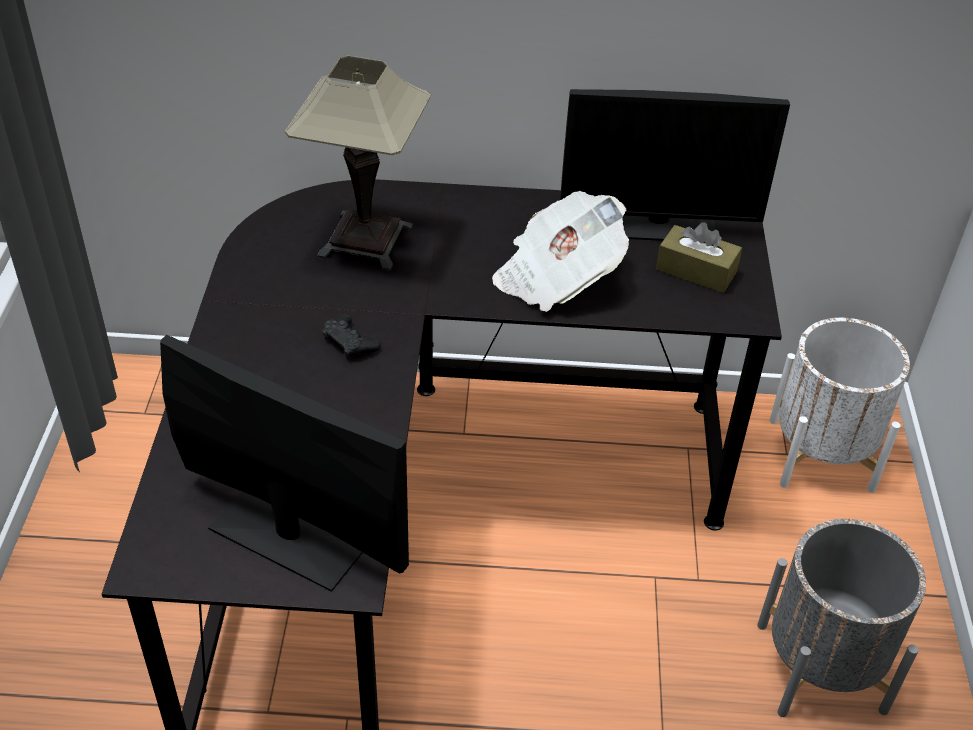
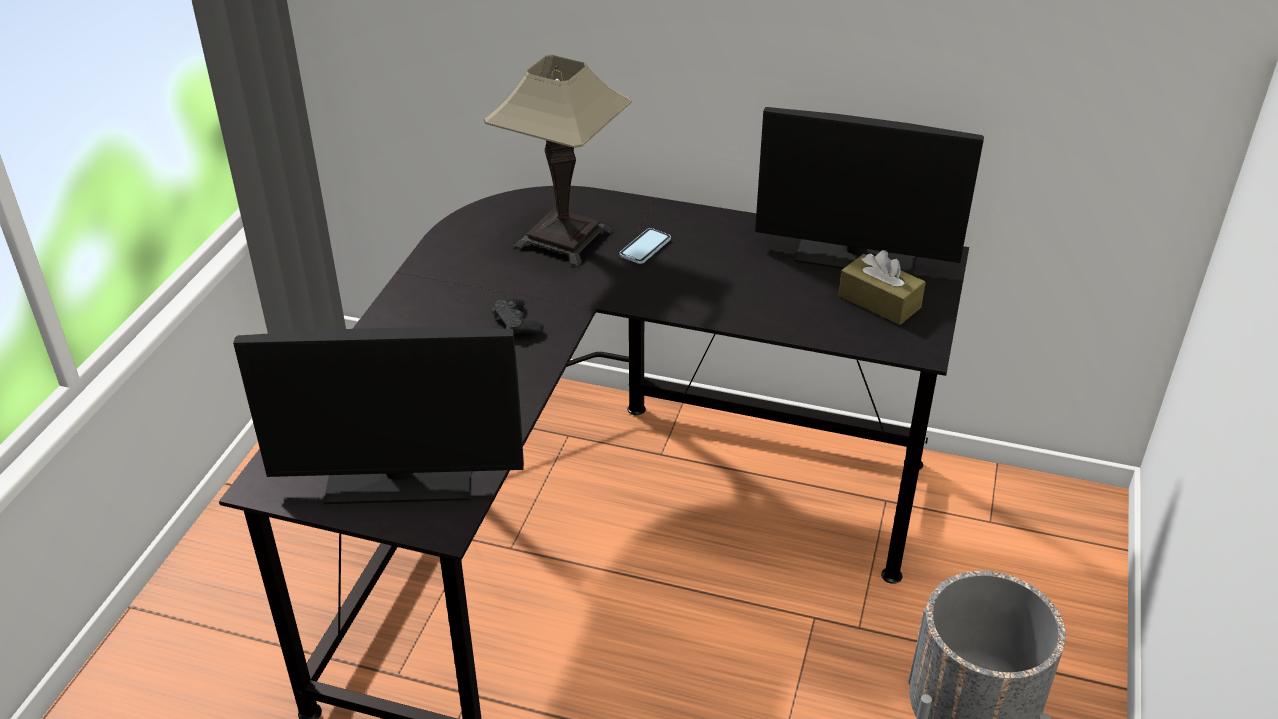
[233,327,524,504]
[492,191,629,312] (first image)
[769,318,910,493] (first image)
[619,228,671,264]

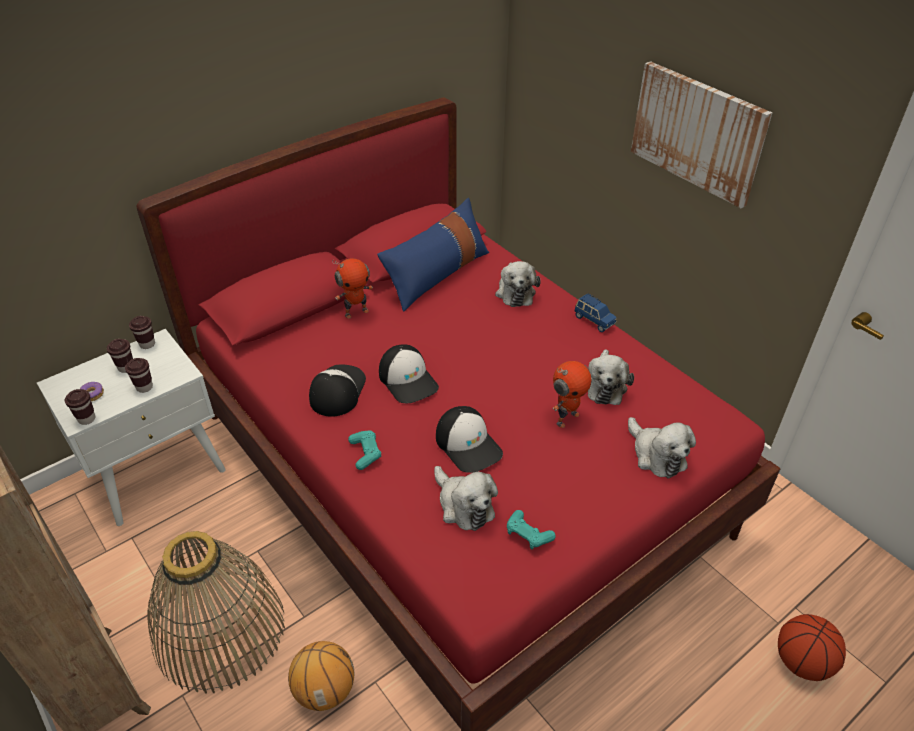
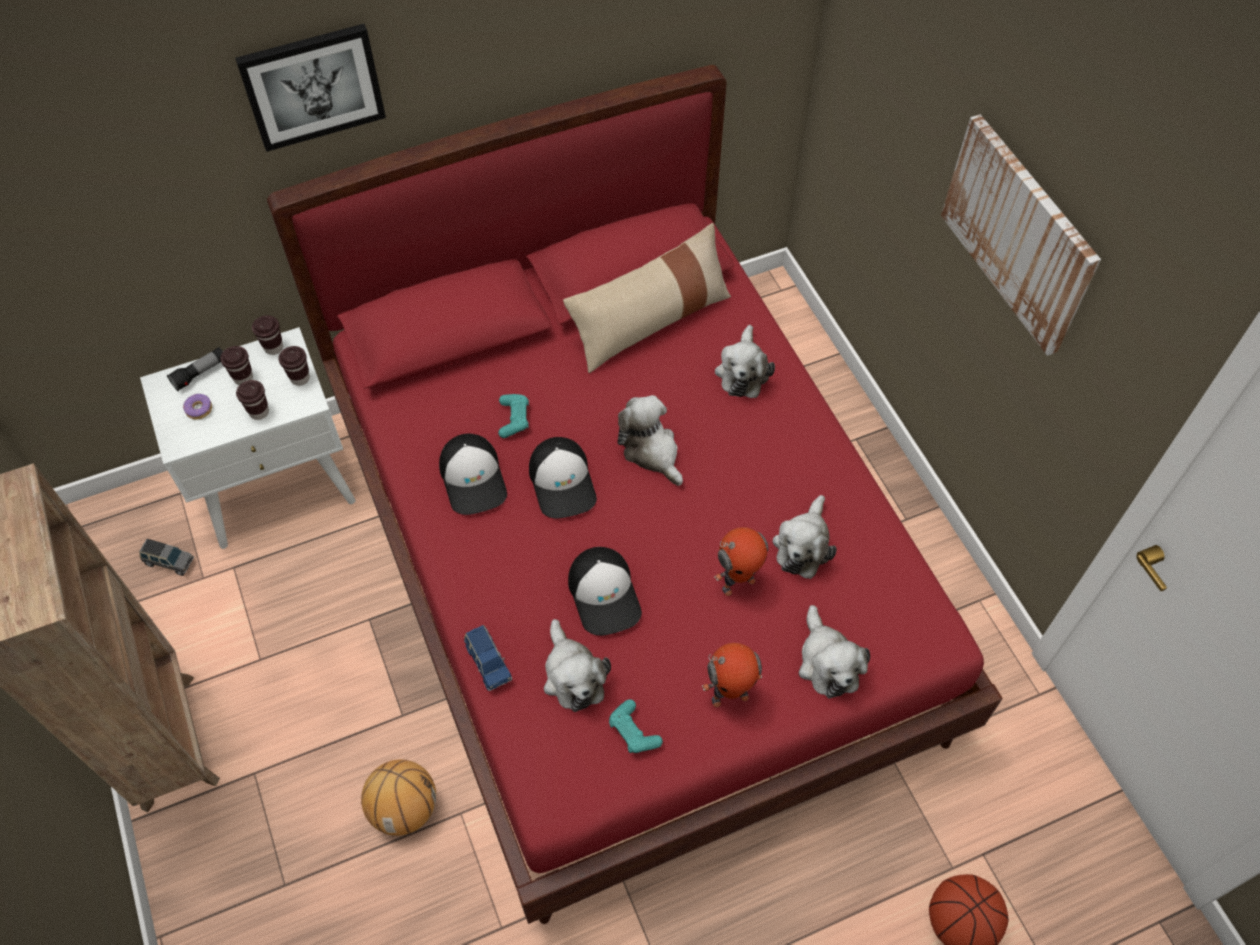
[279,346,310,386]
[148,531,285,694] (first image)
[439,434,507,515]
[702,643,762,707]
[498,394,529,438]
[563,223,731,373]
[464,625,512,691]
[139,539,194,576]
[167,347,223,391]
[235,24,386,152]
[618,395,683,486]

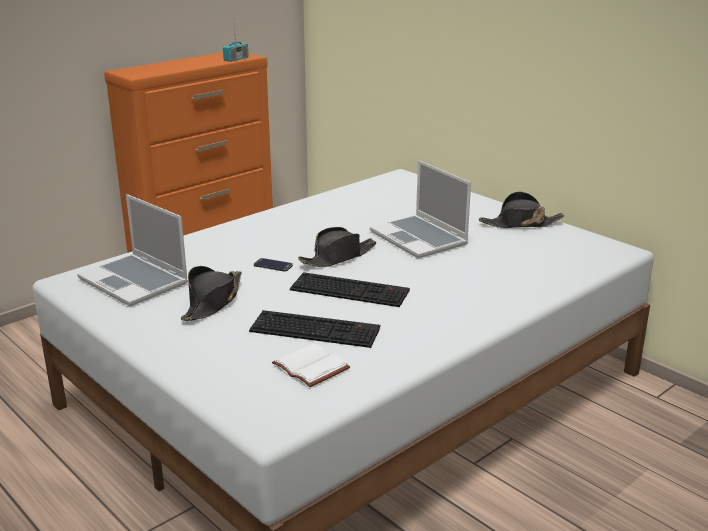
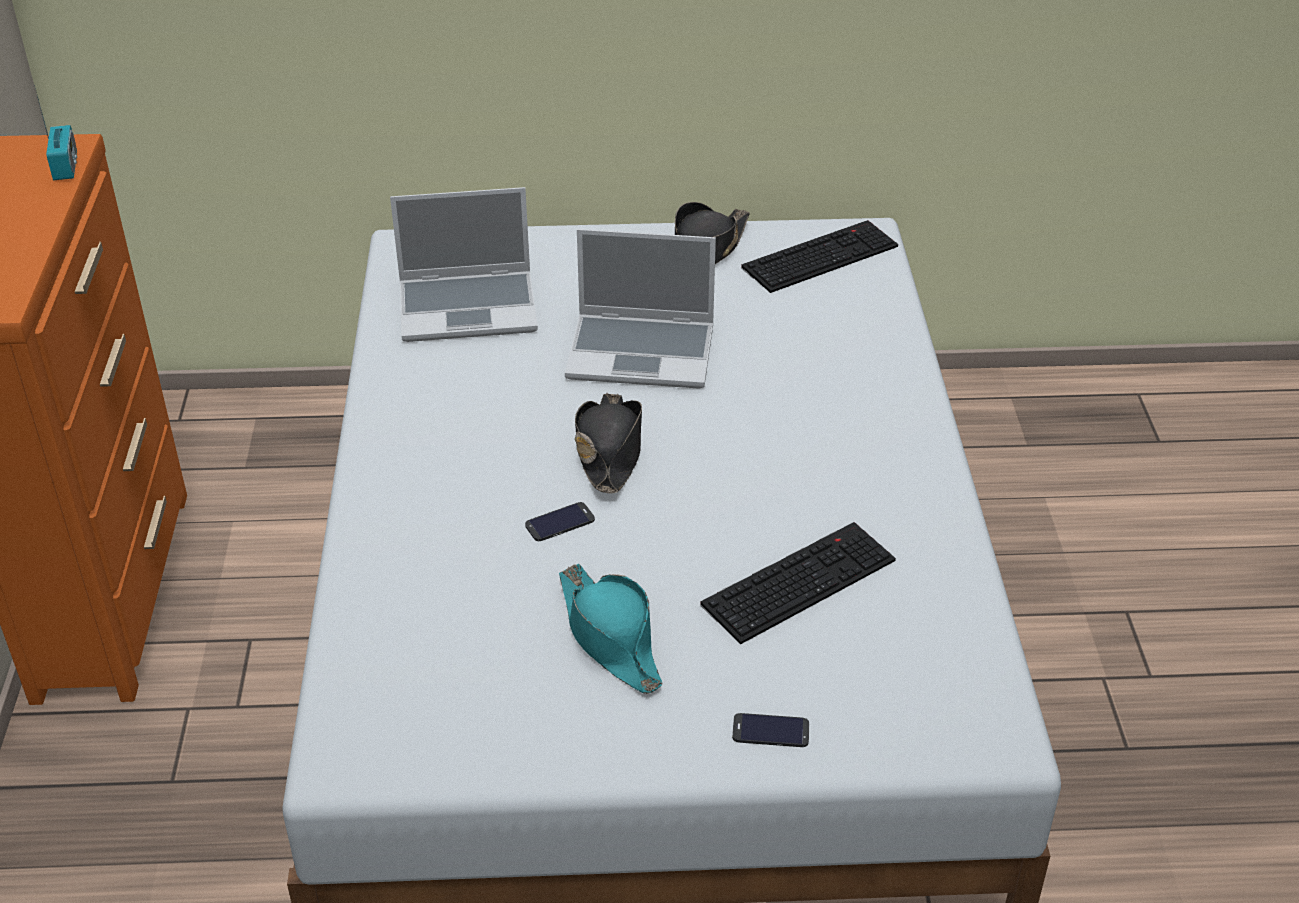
[390,187,538,342]
[559,564,662,694]
[272,343,350,387] (first image)
[741,220,898,293]
[732,713,809,747]

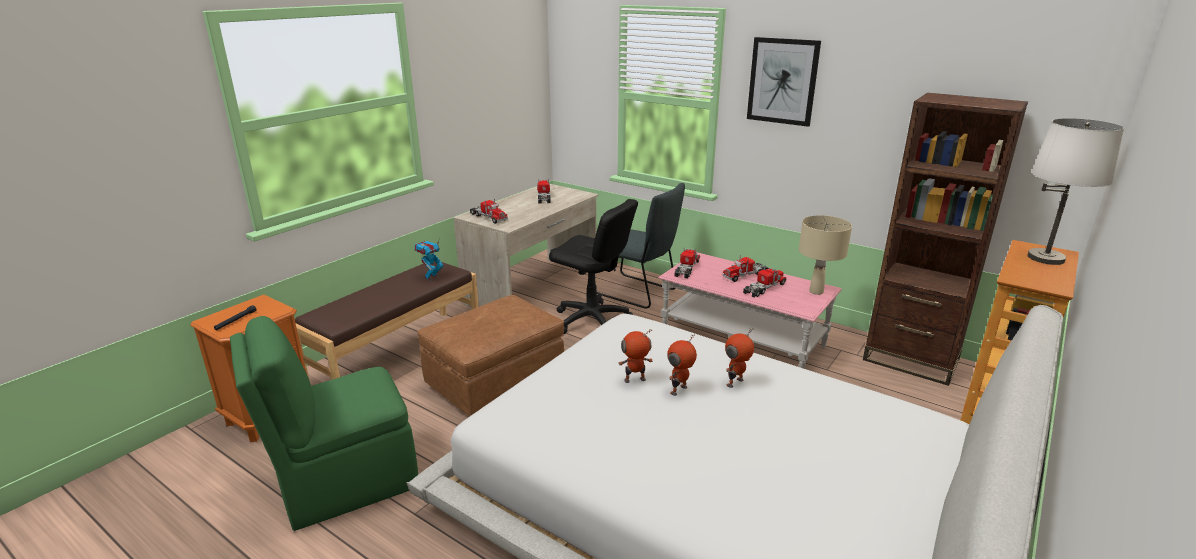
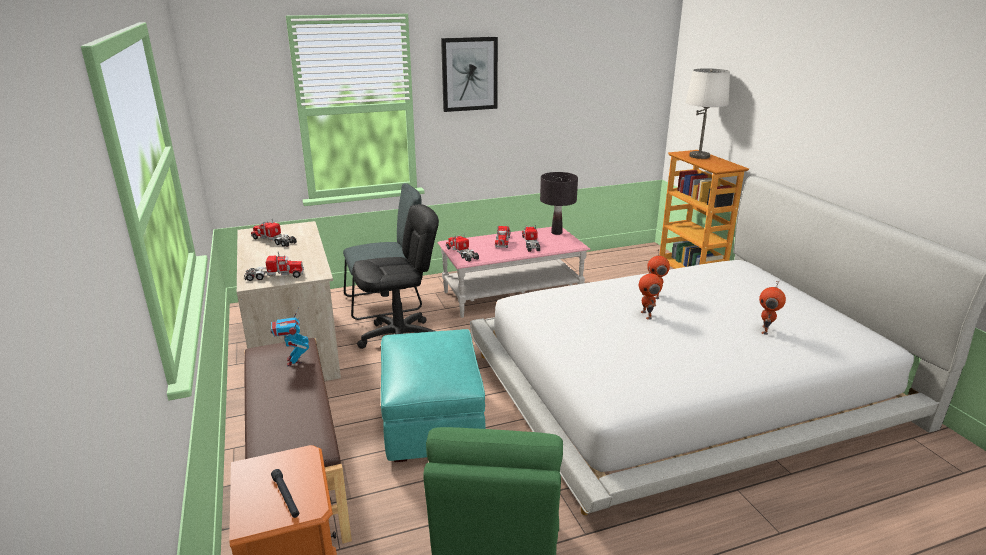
[381,329,485,462]
[759,281,786,335]
[540,172,578,235]
[863,93,1028,386] (first image)

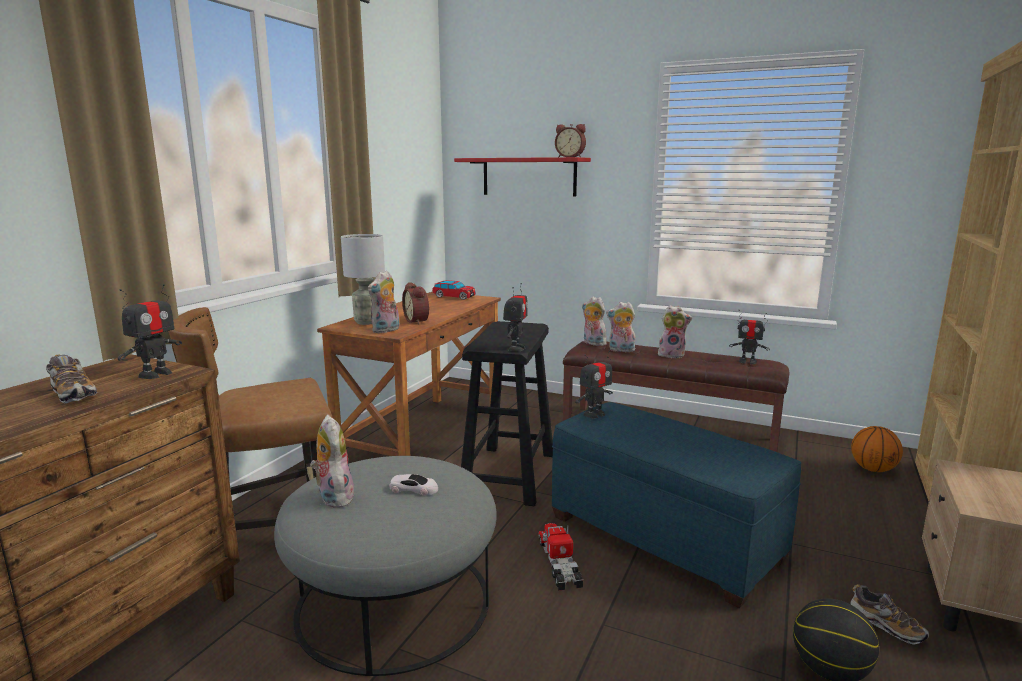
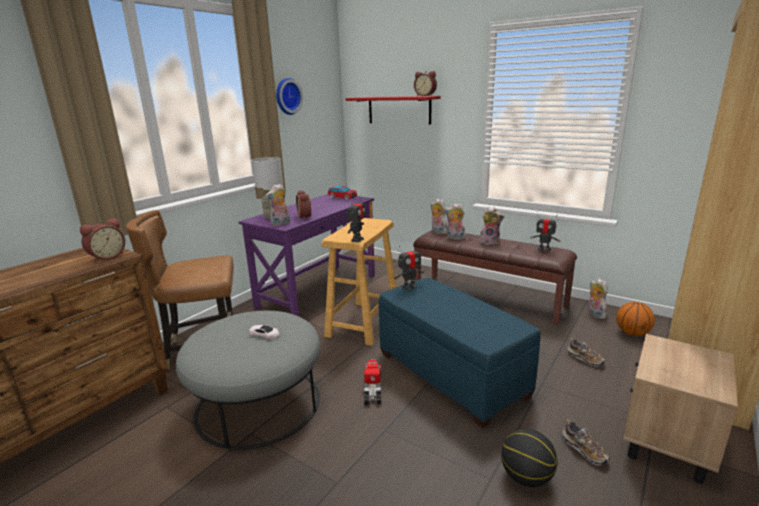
[567,338,605,367]
[80,218,125,262]
[588,279,608,319]
[239,194,375,316]
[322,218,397,346]
[276,78,303,115]

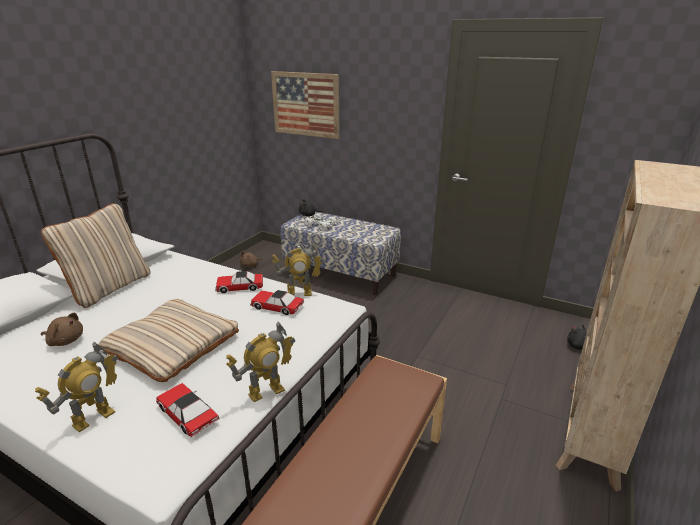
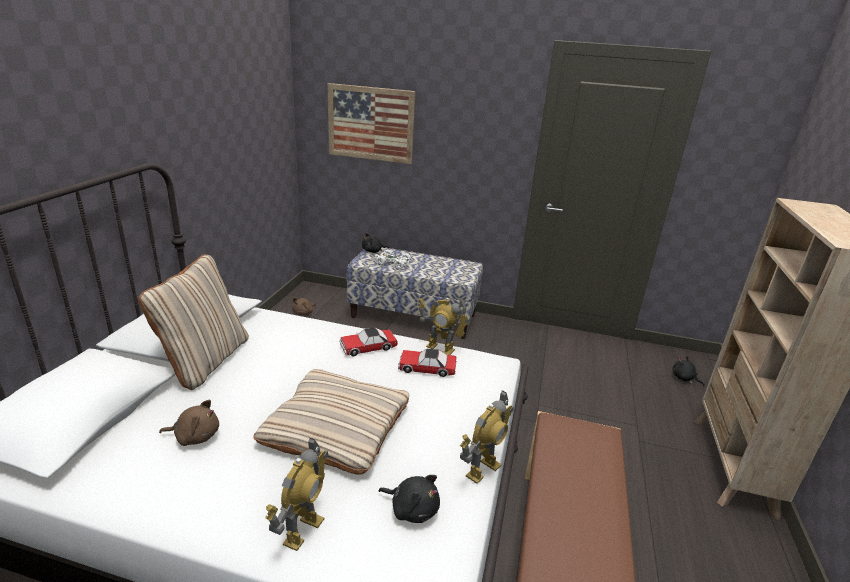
[379,475,440,523]
[419,298,470,355]

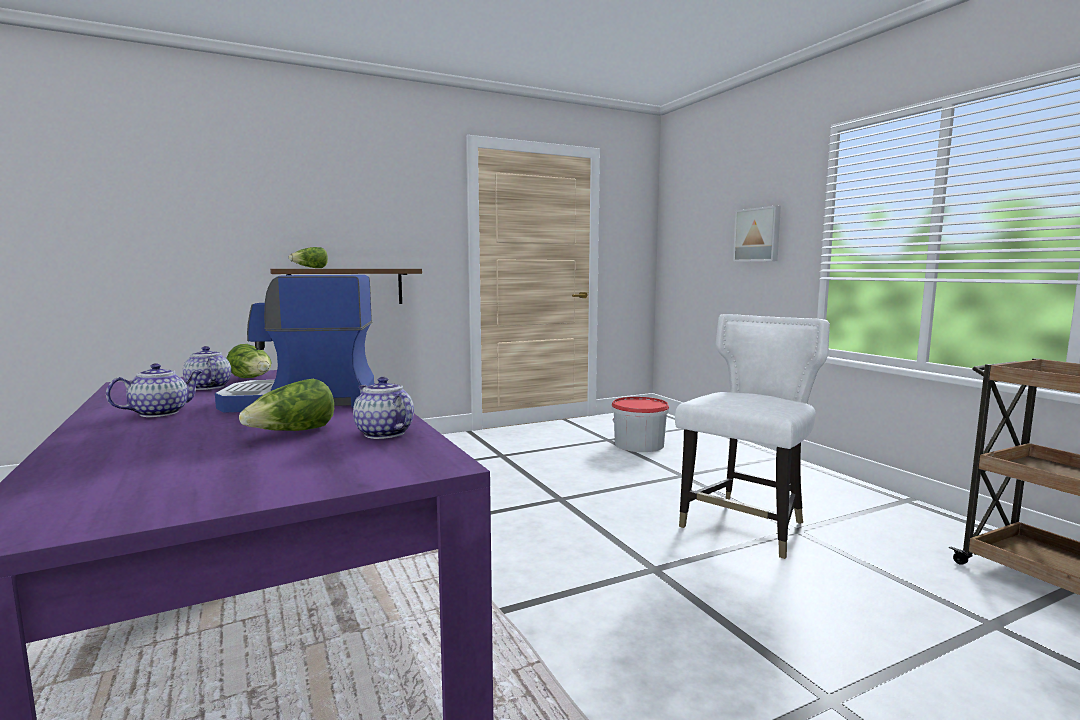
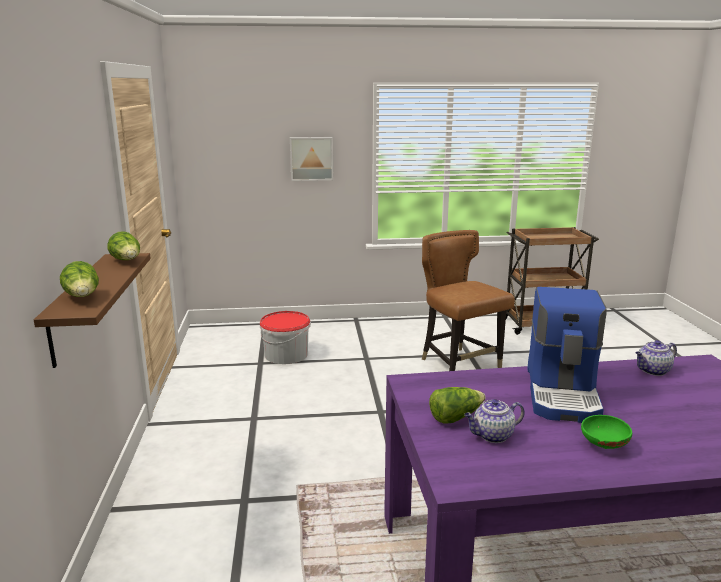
[581,415,632,449]
[107,231,140,260]
[422,230,515,371]

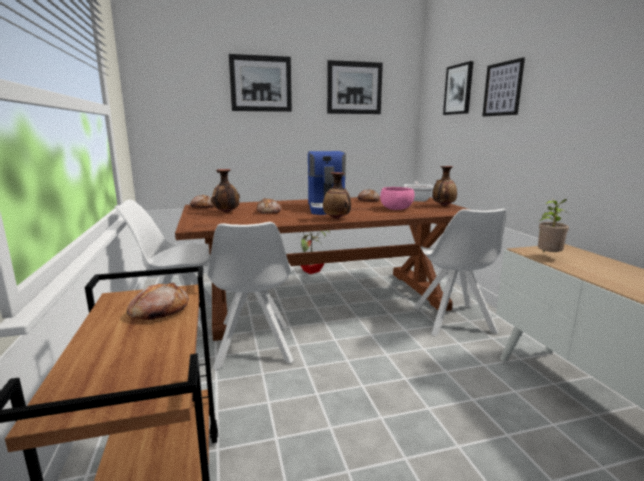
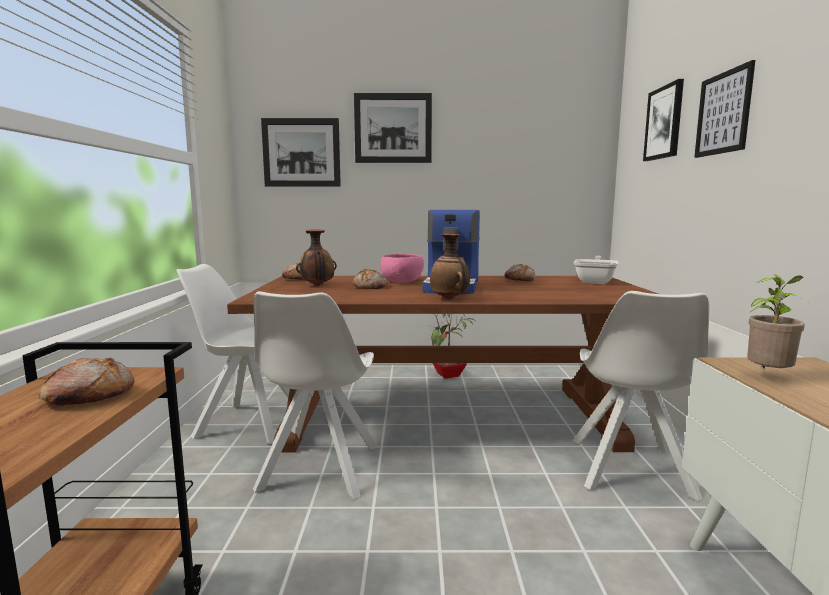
[261,118,341,187]
[381,254,424,282]
[432,166,457,206] (first image)

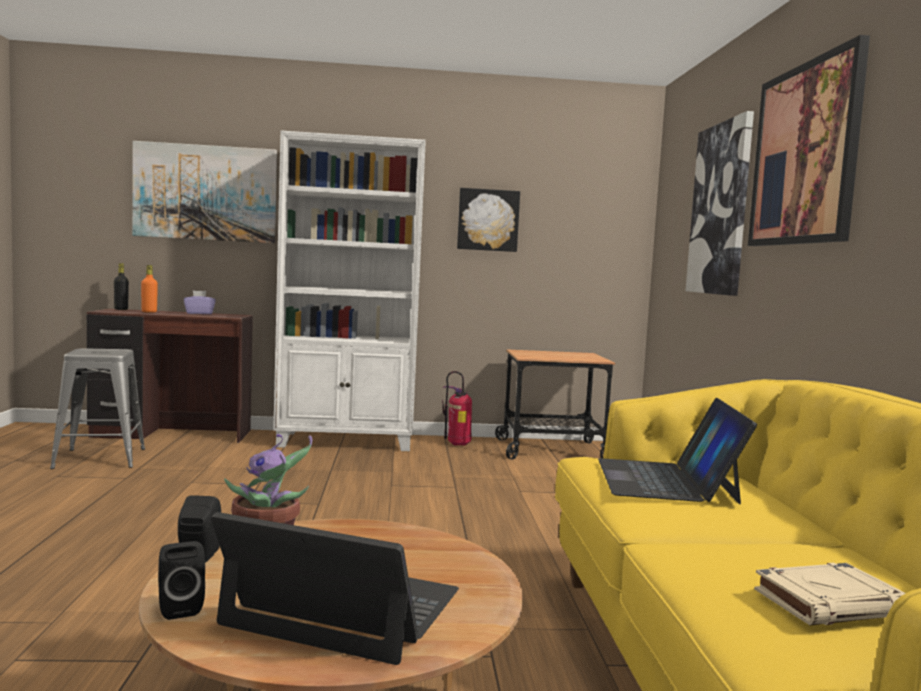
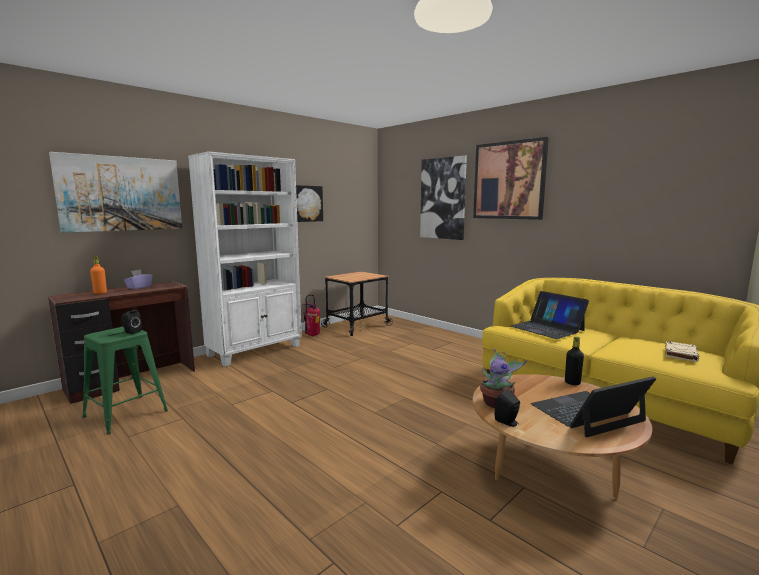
[83,327,168,435]
[565,336,584,385]
[121,310,142,334]

